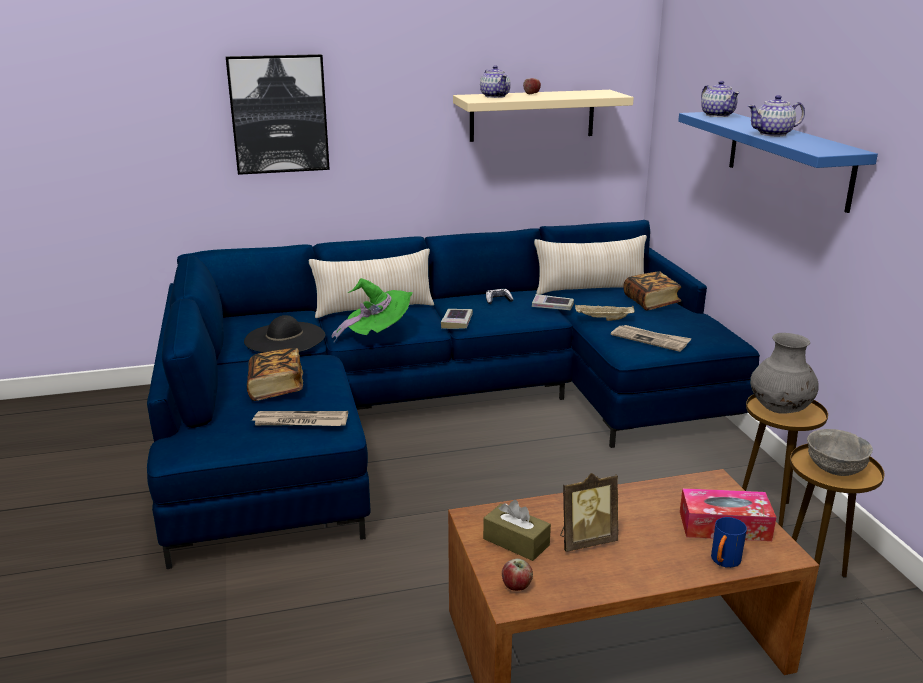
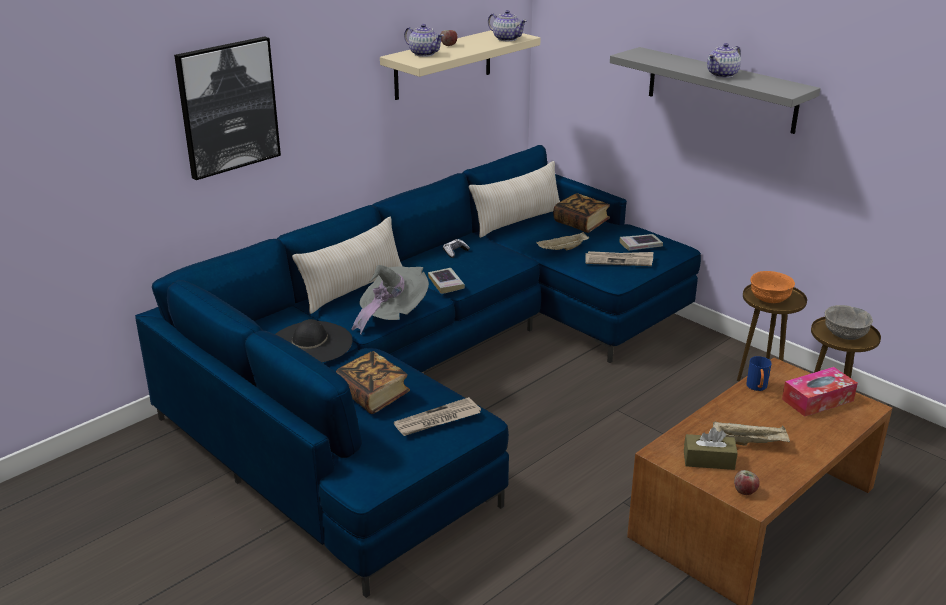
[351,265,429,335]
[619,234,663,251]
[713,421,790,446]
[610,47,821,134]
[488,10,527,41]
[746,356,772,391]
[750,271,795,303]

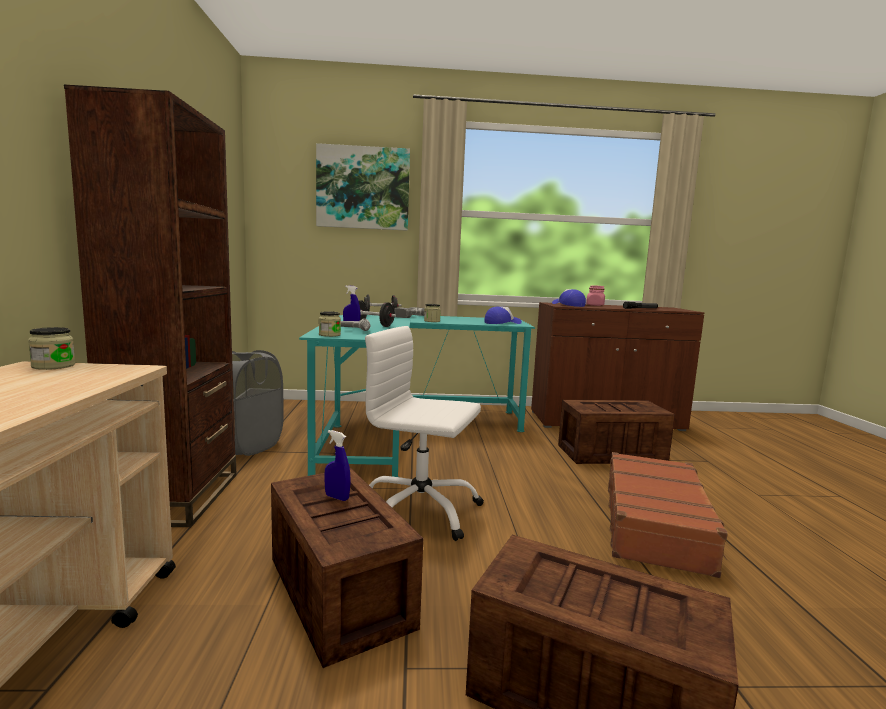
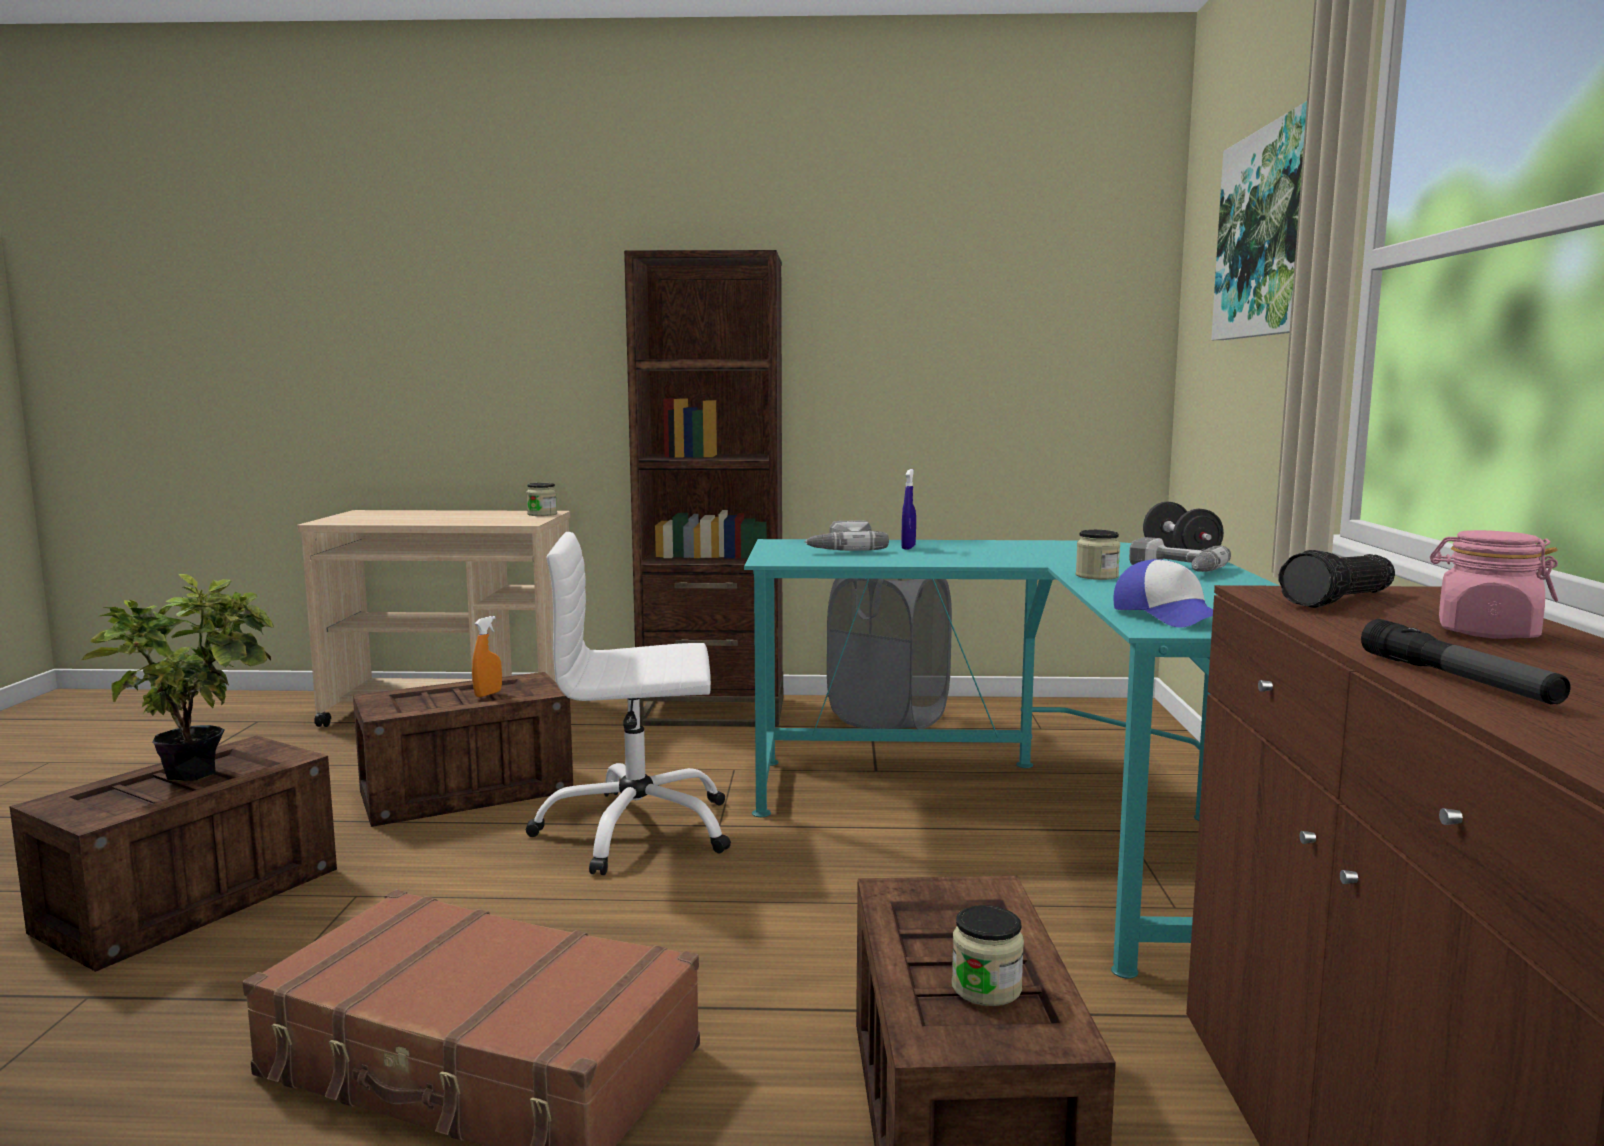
[952,905,1024,1006]
[472,616,502,697]
[358,300,396,327] (first image)
[526,532,731,875]
[1278,550,1395,608]
[82,574,274,781]

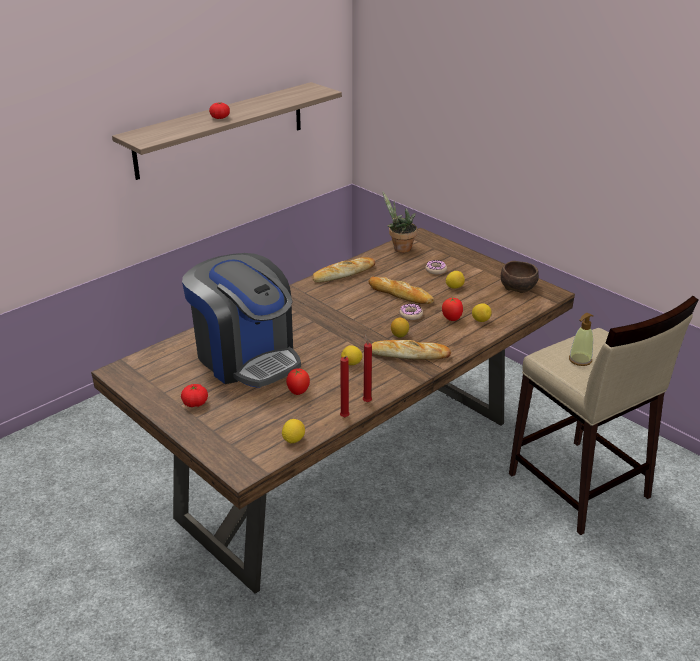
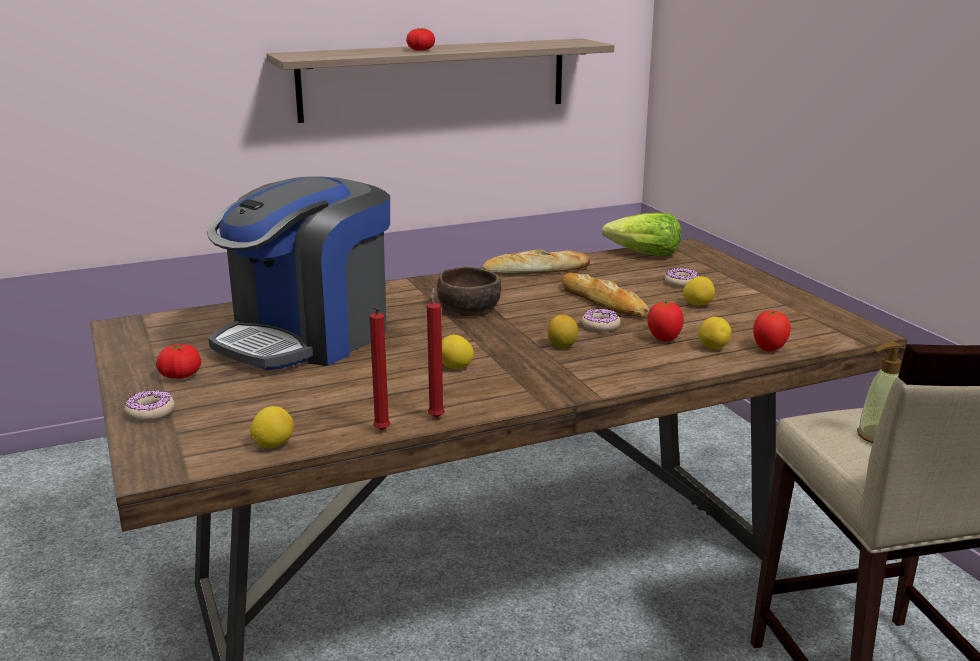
[207,176,390,370]
[753,310,791,351]
[372,340,451,360] (first image)
[602,213,681,257]
[437,267,501,316]
[125,390,175,421]

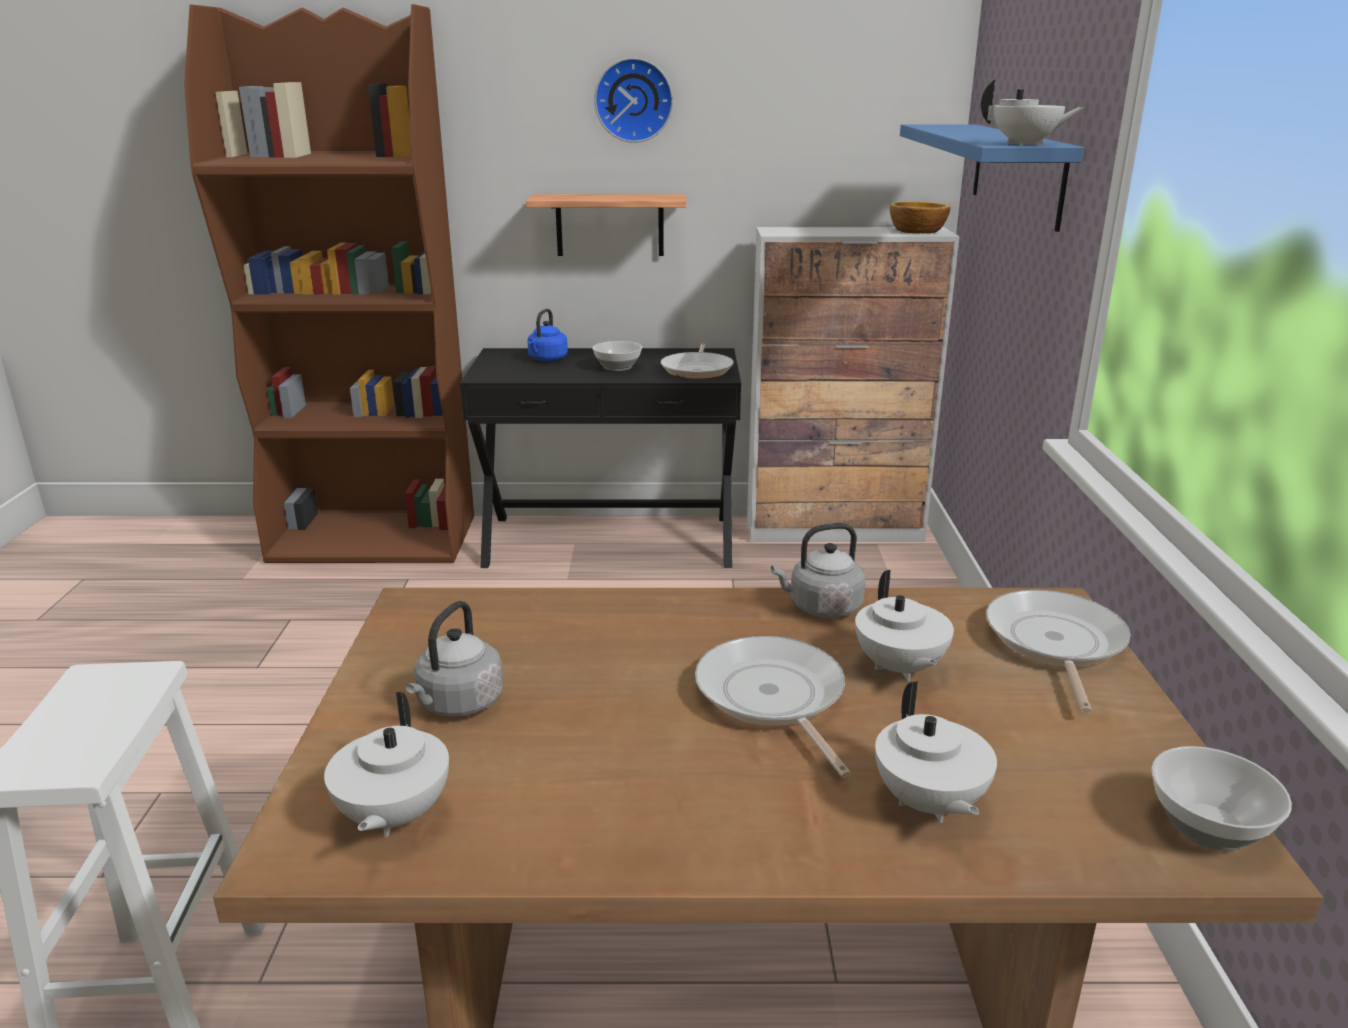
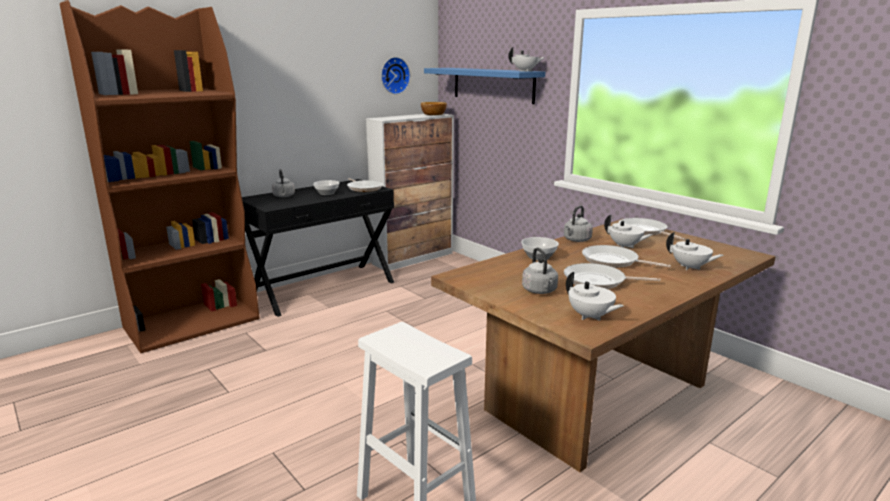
[526,194,687,256] (first image)
[272,169,295,197]
[381,57,410,94]
[521,237,559,260]
[564,263,661,289]

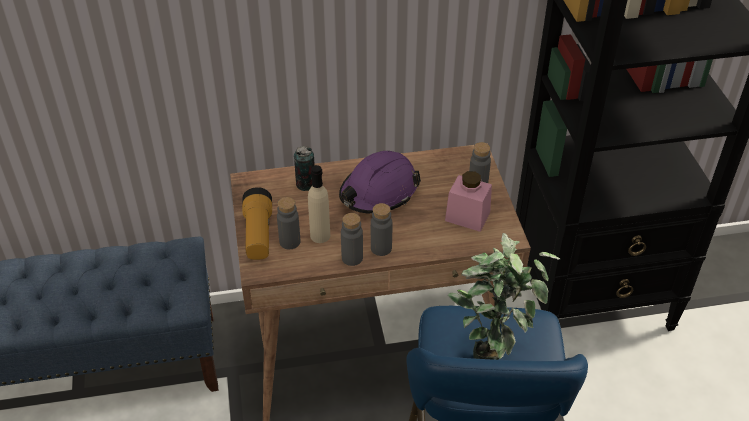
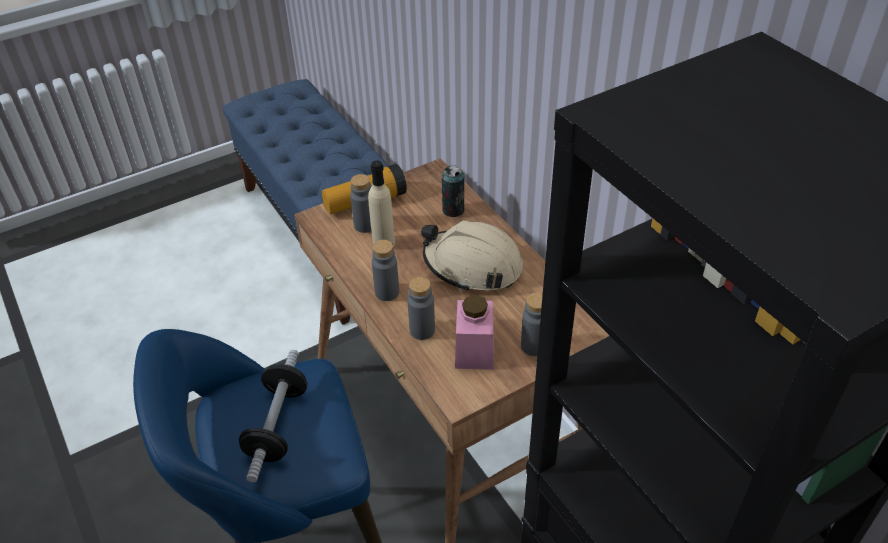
[421,220,523,291]
[407,277,435,340]
[239,350,307,482]

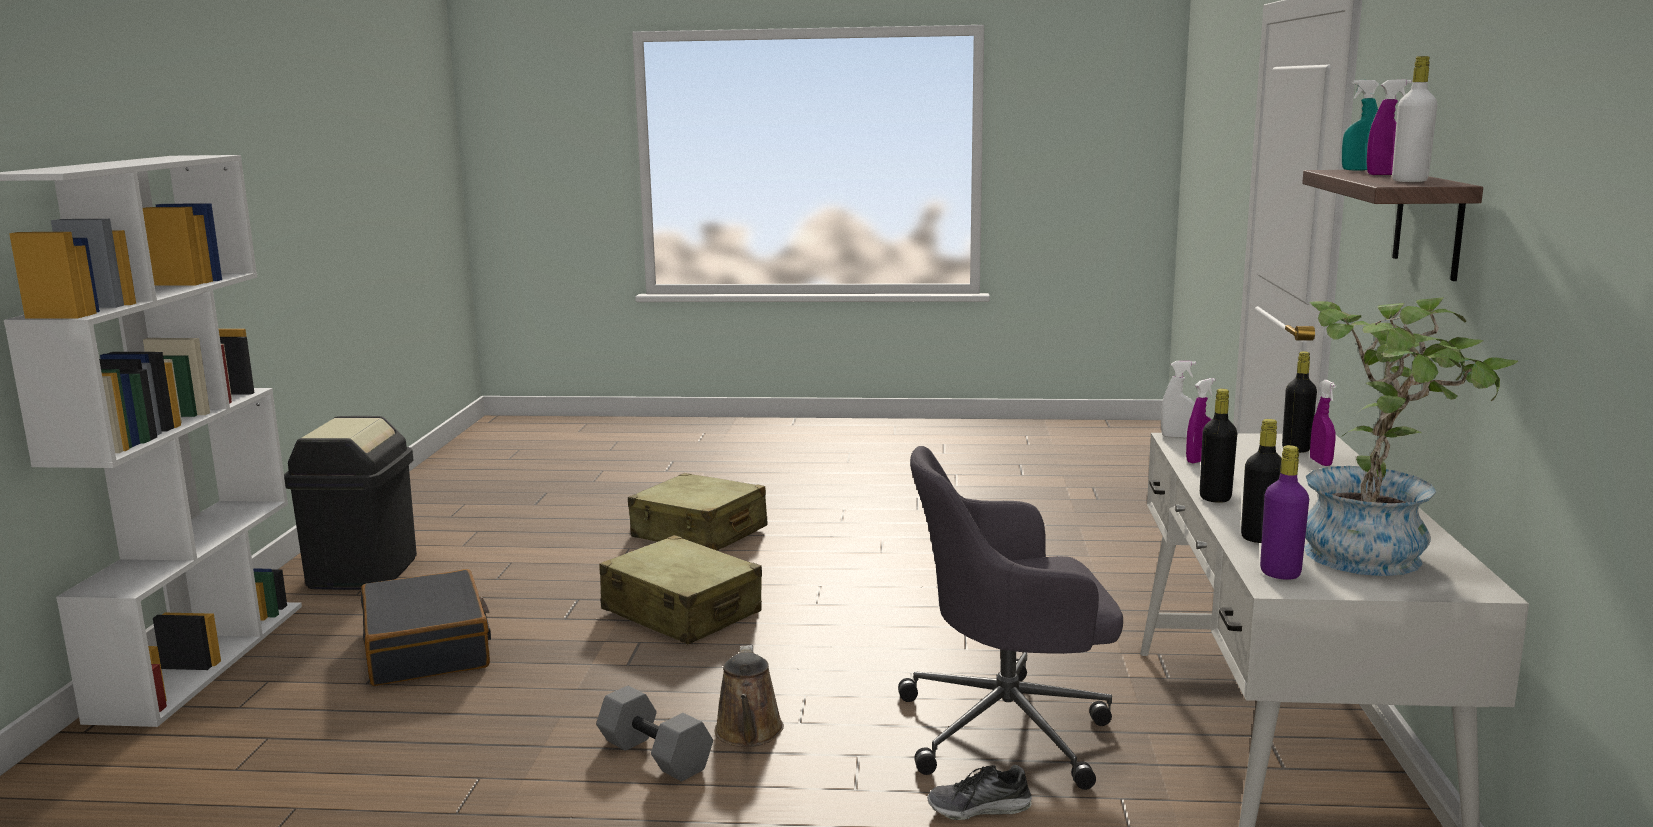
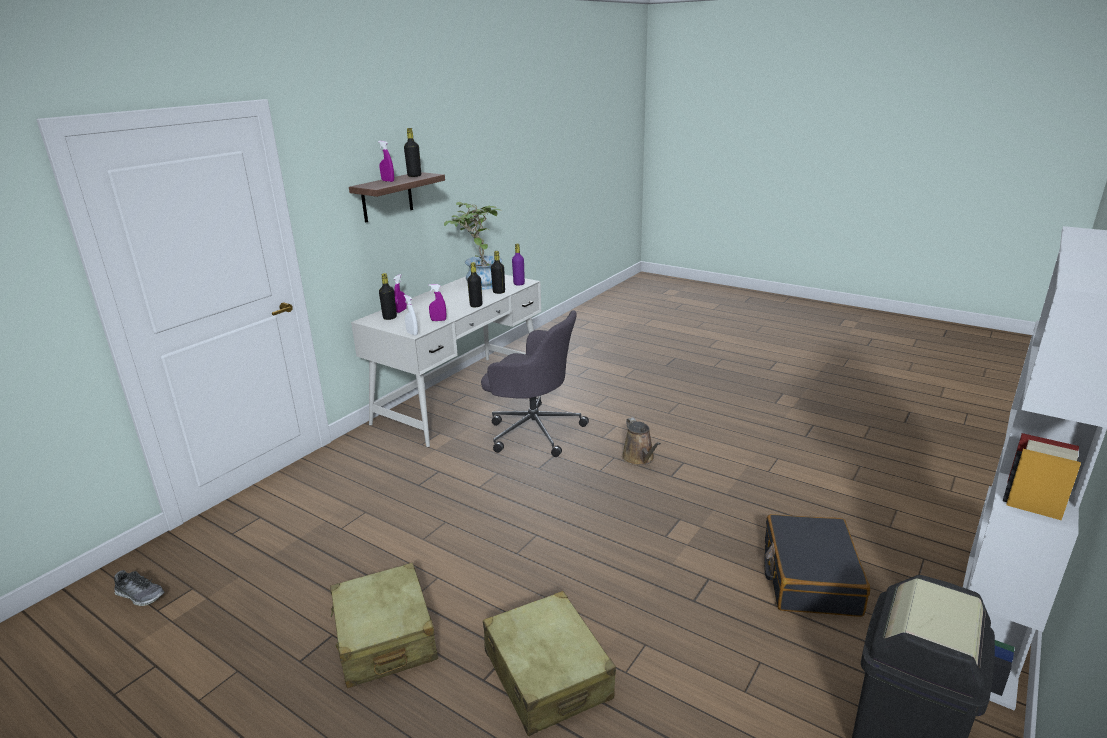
[596,686,713,782] (first image)
[330,563,438,688]
[622,417,661,466]
[114,570,165,606]
[1342,80,1380,171] (first image)
[404,128,421,177]

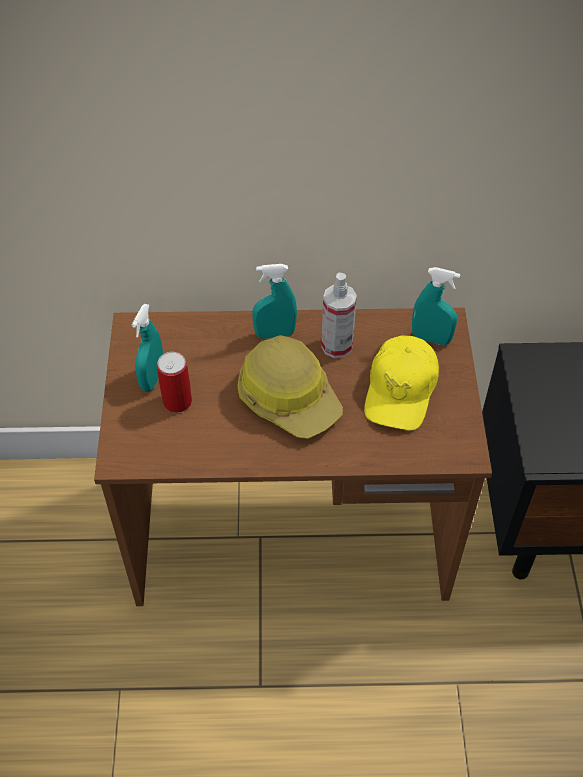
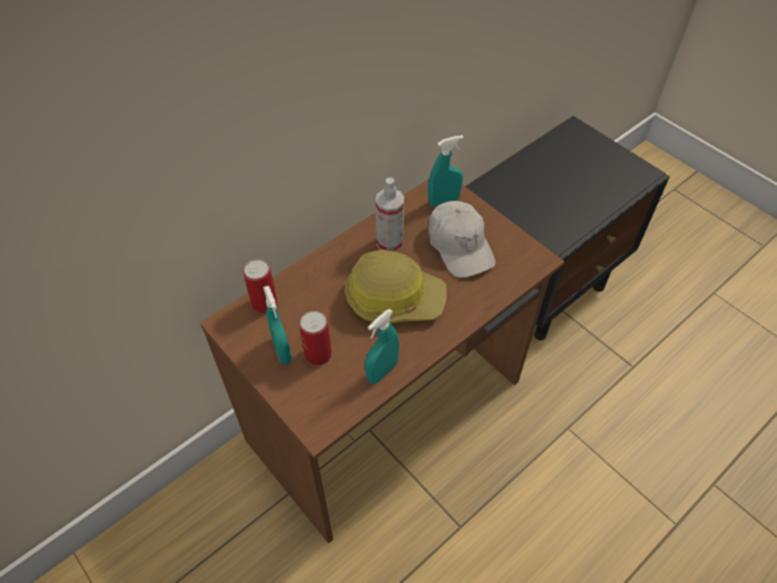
[365,309,399,384]
[429,201,496,278]
[243,259,277,313]

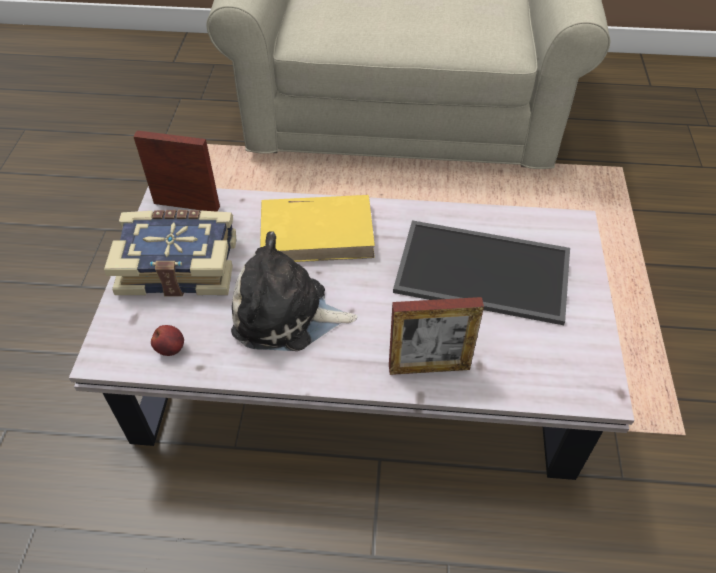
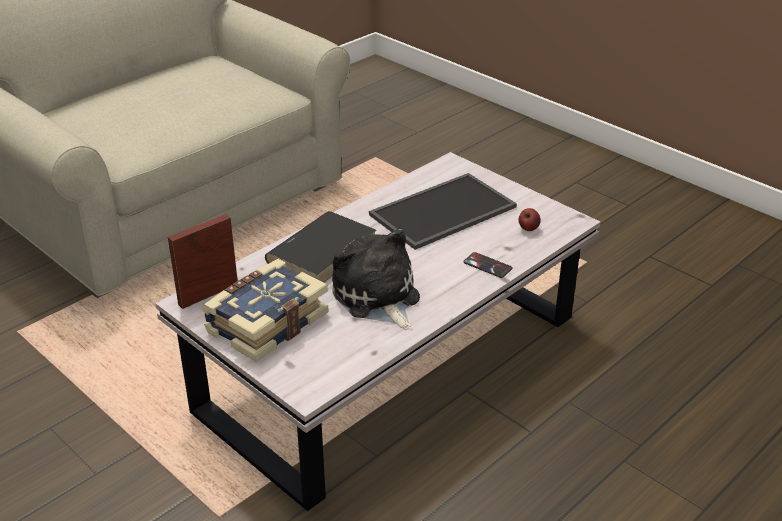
[518,208,541,231]
[332,228,420,330]
[265,211,377,283]
[463,252,513,278]

